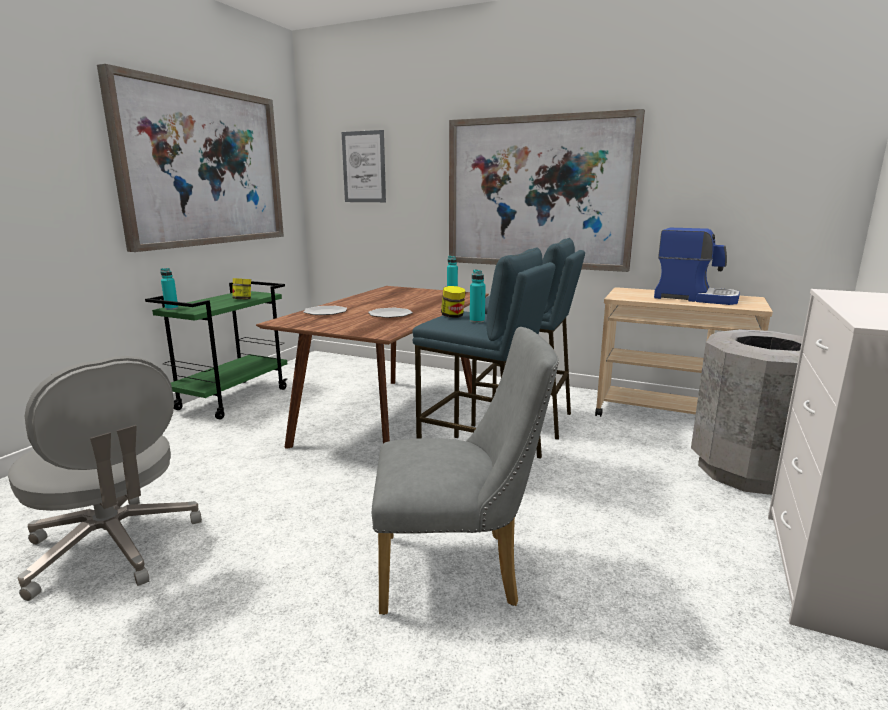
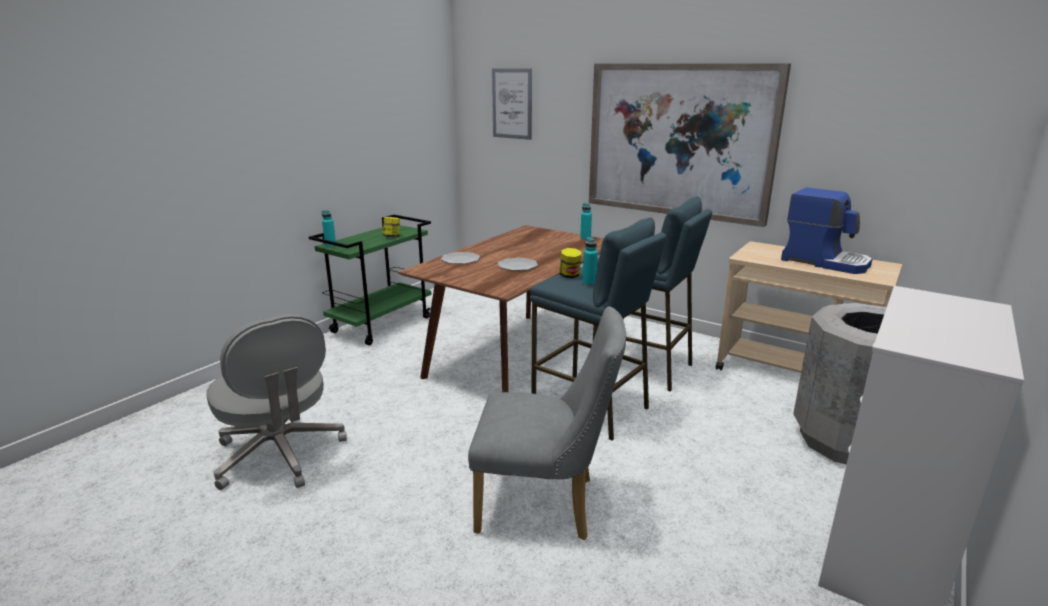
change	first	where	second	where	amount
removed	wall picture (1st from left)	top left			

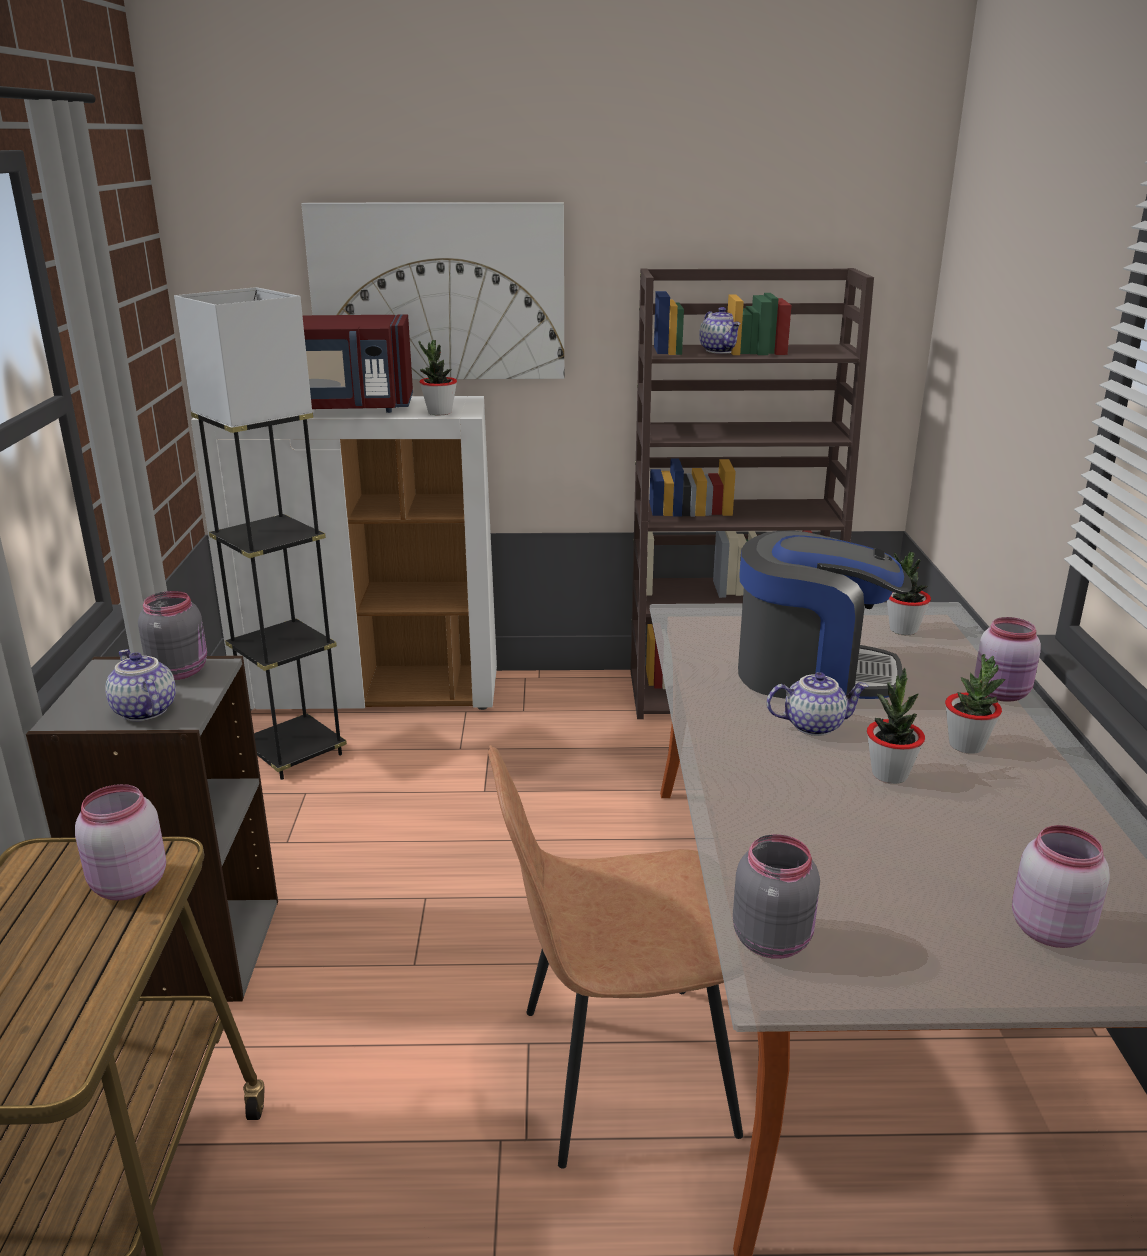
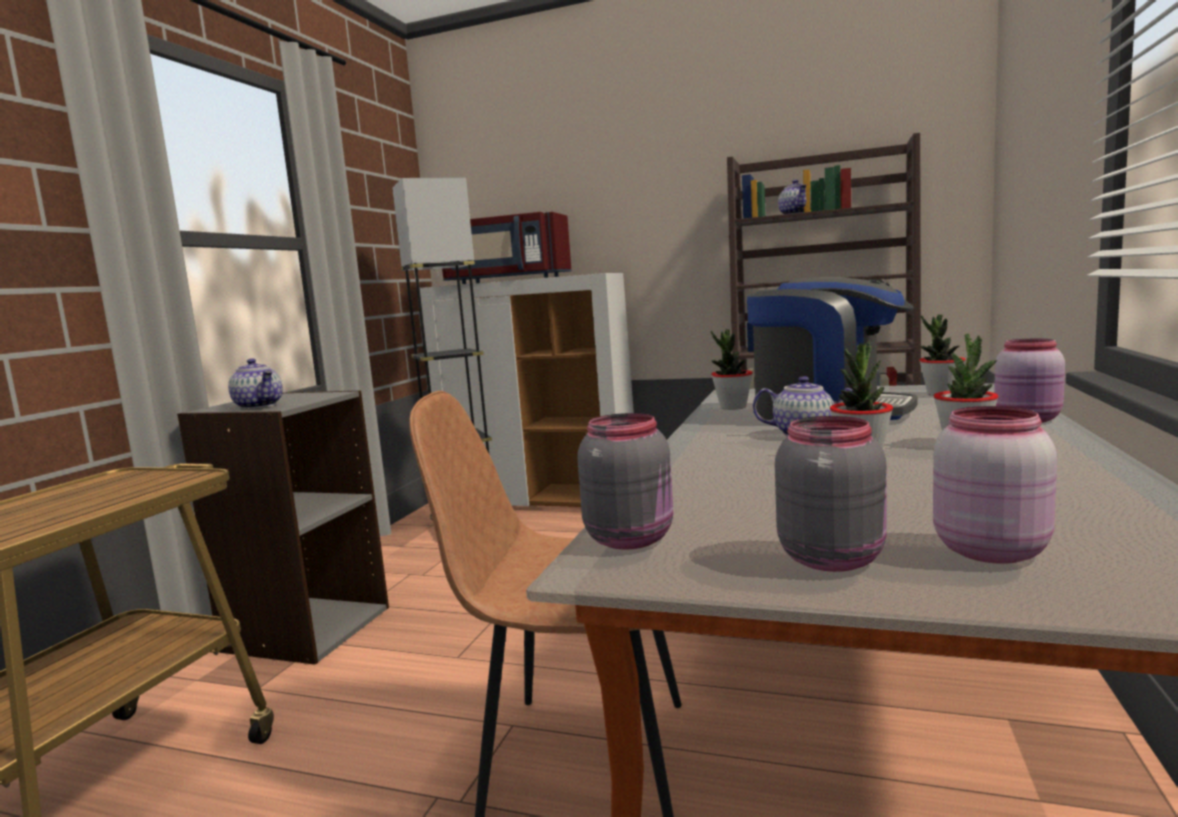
change	first	where	second	where	amount
removed	pink-coloured preserve jar (1st from left)	bottom left			
turned	pot for tea (1st from left)	middle left		middle left	150 degrees clockwise
moved	grey preserve jar (1st from left in the first image)	middle left	grey preserve jar (2nd from left)	middle right	
removed	wall picture	top centre			
moved	plant in a pot (1st from left)	top centre		centre	

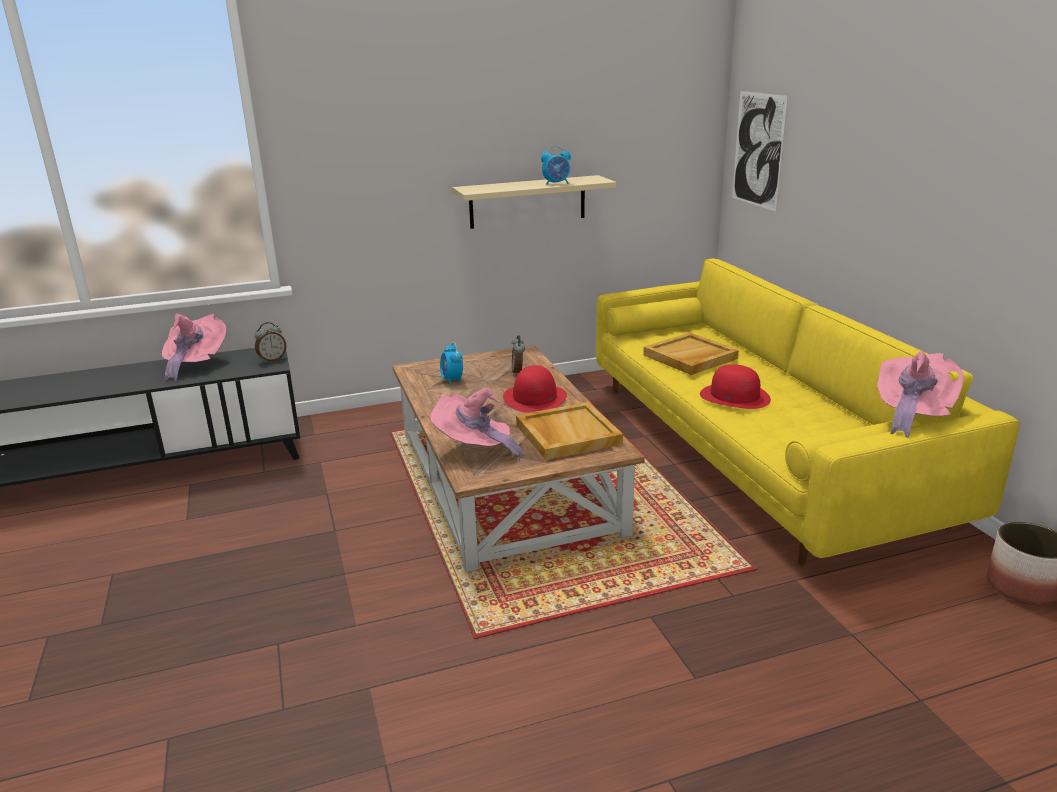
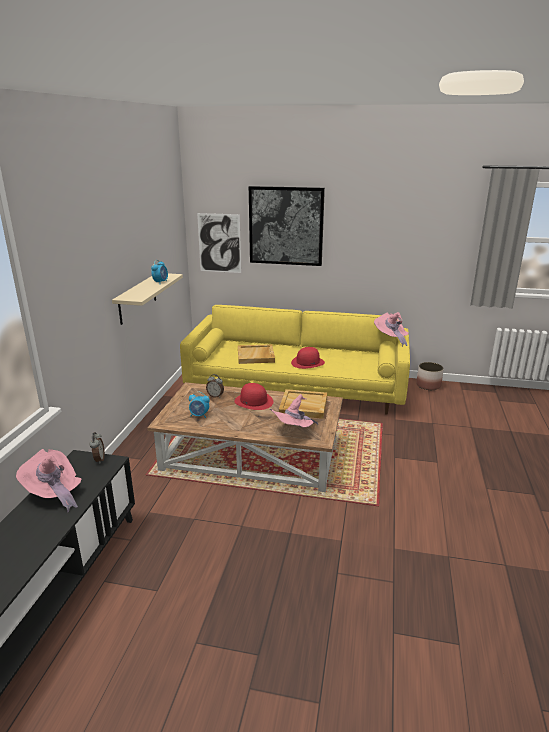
change	first	where	second	where	amount
added			wall picture (2nd from left)	top centre	

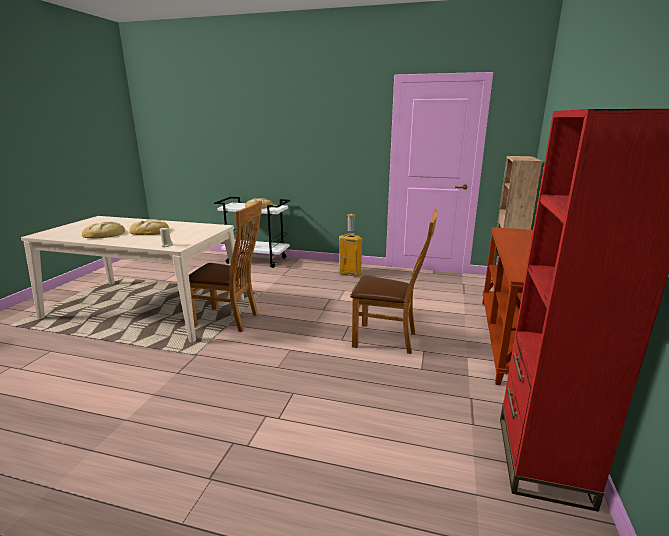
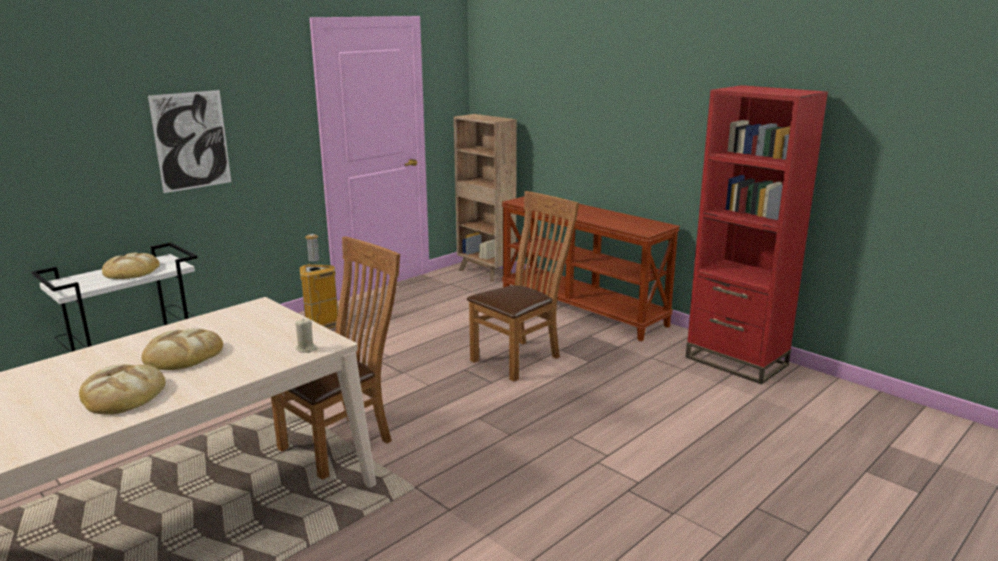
change	first	where	second	where	amount
added			wall picture	top left	

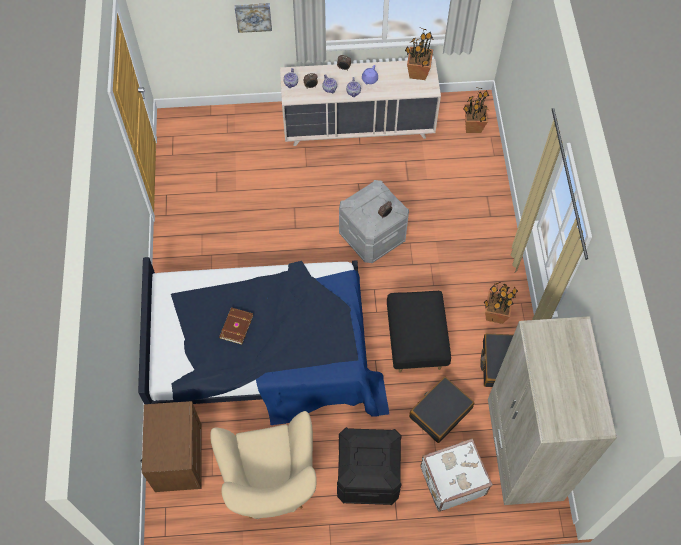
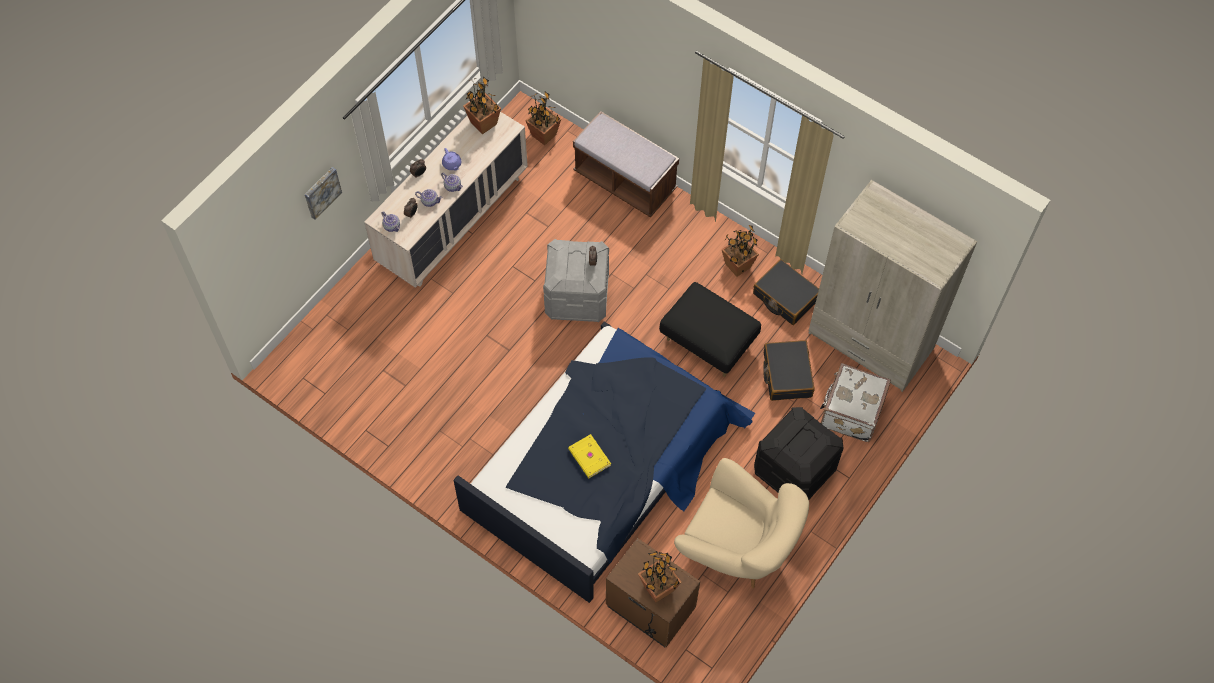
change	first	where	second	where	amount
recoloured	brown bound book	centre	yellow-coloured bound book	bottom centre	
added			brown indoor bench	top centre	
added			plant in a pot (3rd from left)	bottom centre	

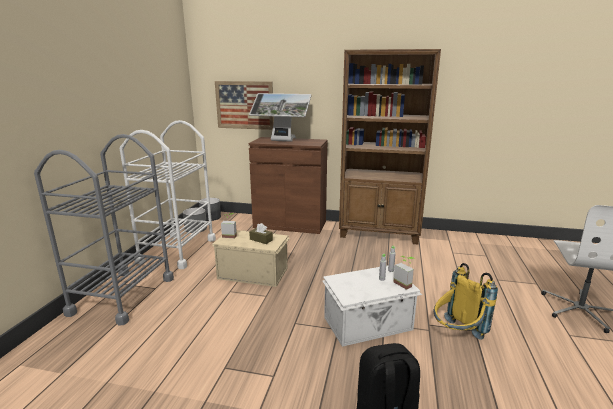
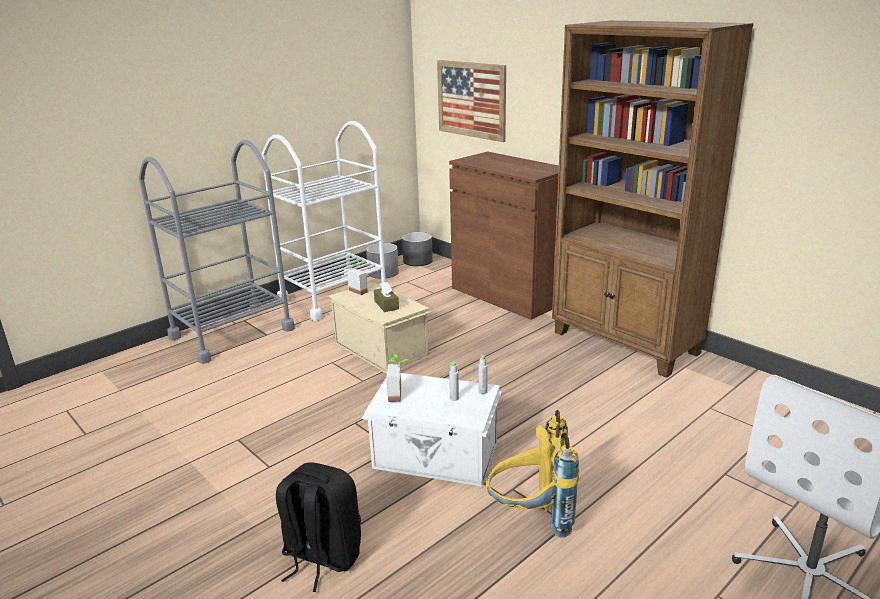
change	first	where	second	where	amount
removed	monitor	top centre			
moved	plant in a pot (2nd from left)	bottom centre		centre	

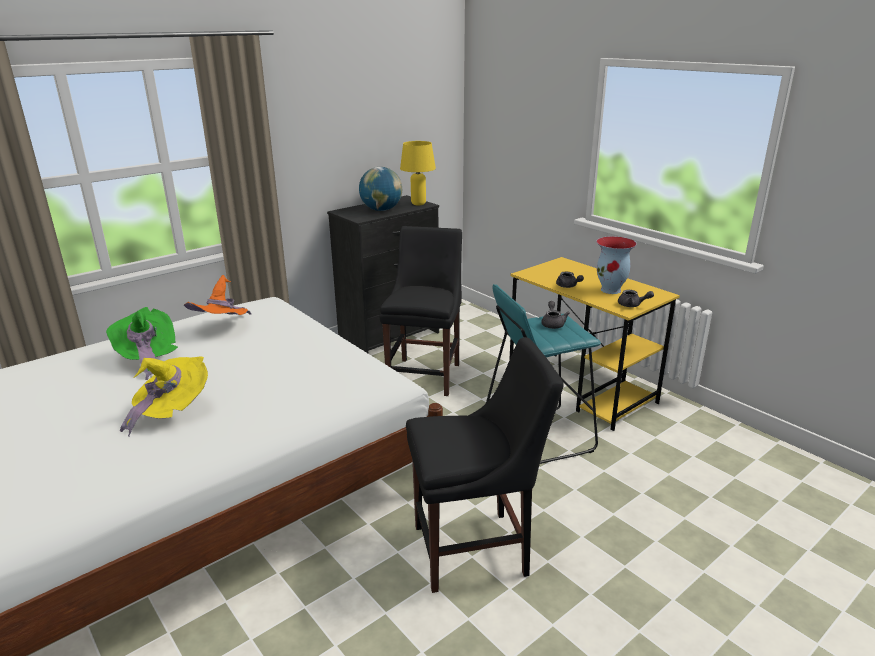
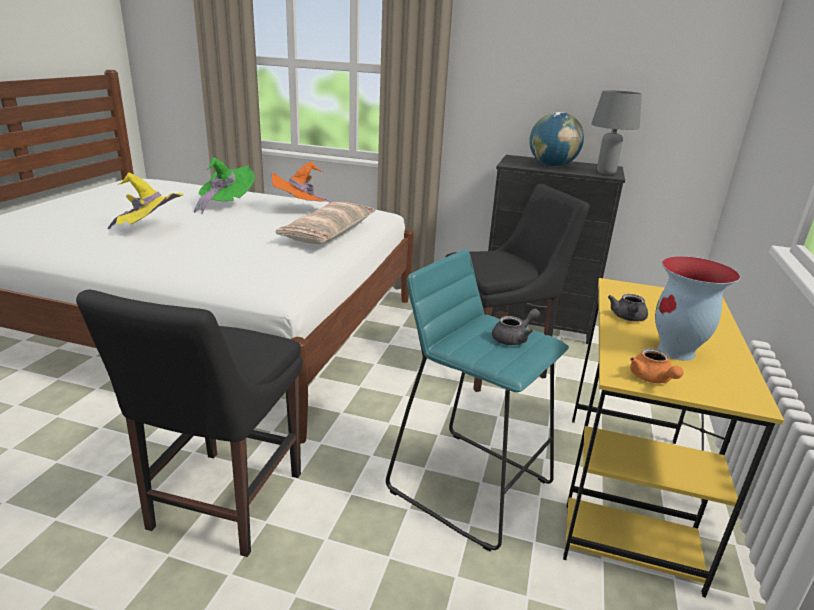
change	first	where	second	where	amount
recoloured	yellow-coloured lamp for a table	top centre	grey lamp for a table	top right	
turned	black plain chair (2nd from left in the first image)	bottom centre	black plain chair (1st from left)	bottom left	60 degrees clockwise
recoloured	grey pot for tea (3rd from left)	middle right	orange pot for tea	middle right	
added			pillow	centre	

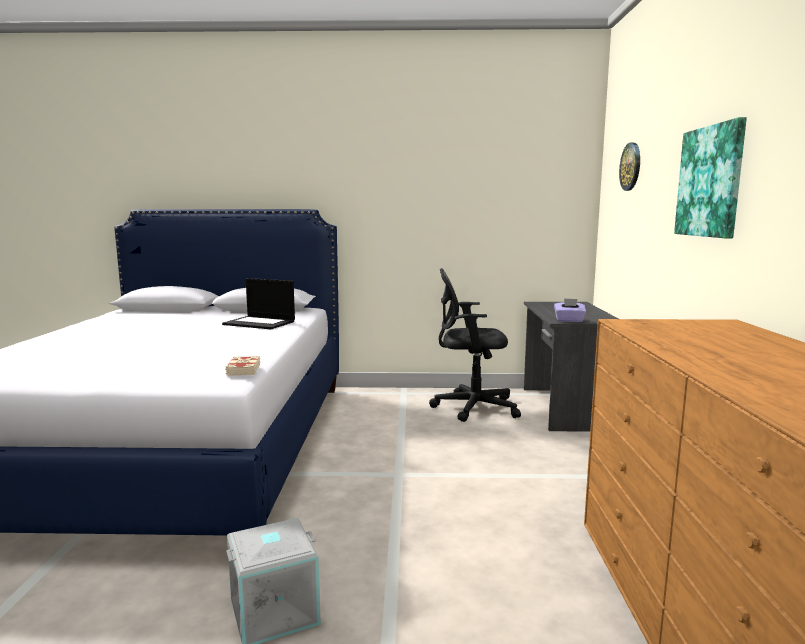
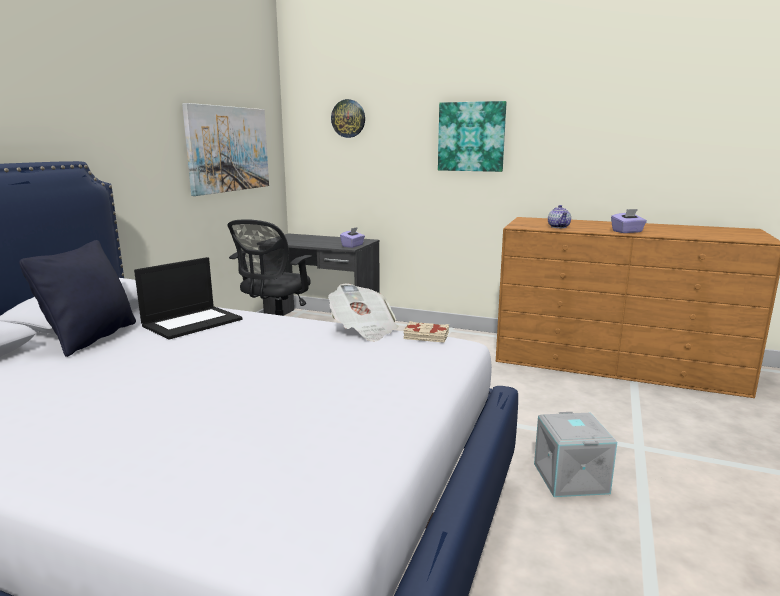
change	first	where	second	where	amount
added			black pillow	middle left	
added			wall picture (1st from left)	top left	
added			newspaper	centre	
added			pot for tea	middle right	
added			purple-coloured tissue box (2nd from left)	middle right	

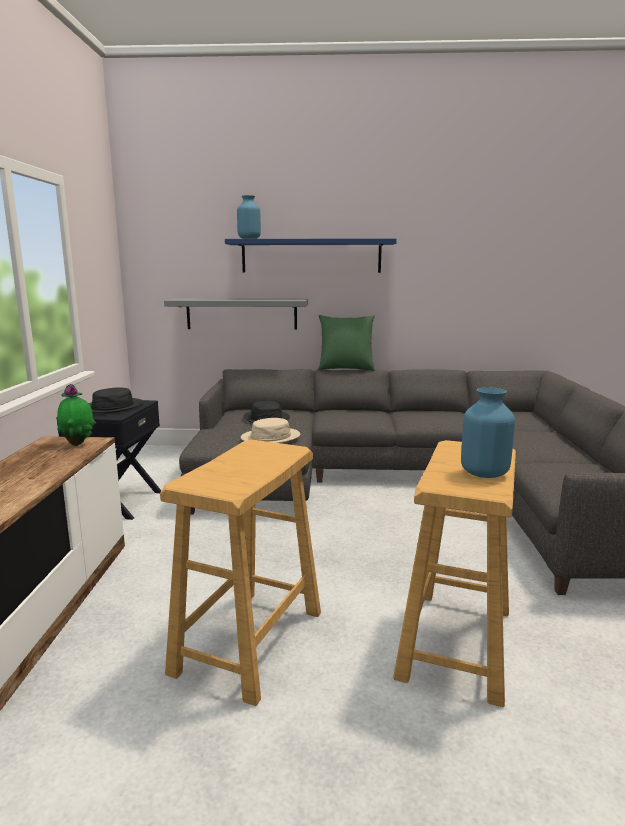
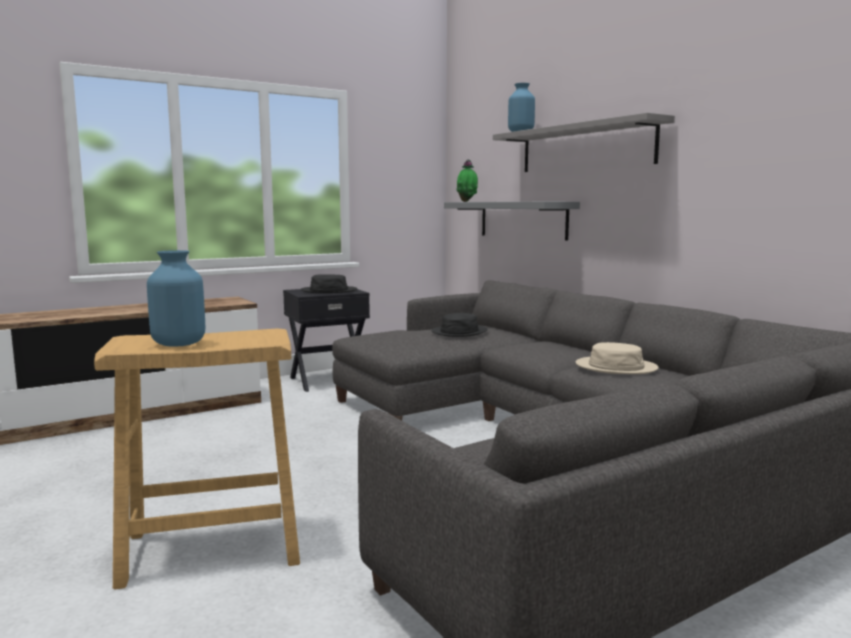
change	first	where	second	where	amount
moved	plant in a pot	middle left		top centre	
removed	beige-coloured stool seat (1st from left)	bottom centre			
recoloured	blue-coloured wall shelf	top centre	grey wall shelf (2nd from left)	top right	
moved	beige-coloured wearable hat	centre		middle right	
removed	green-coloured pillow	centre			

